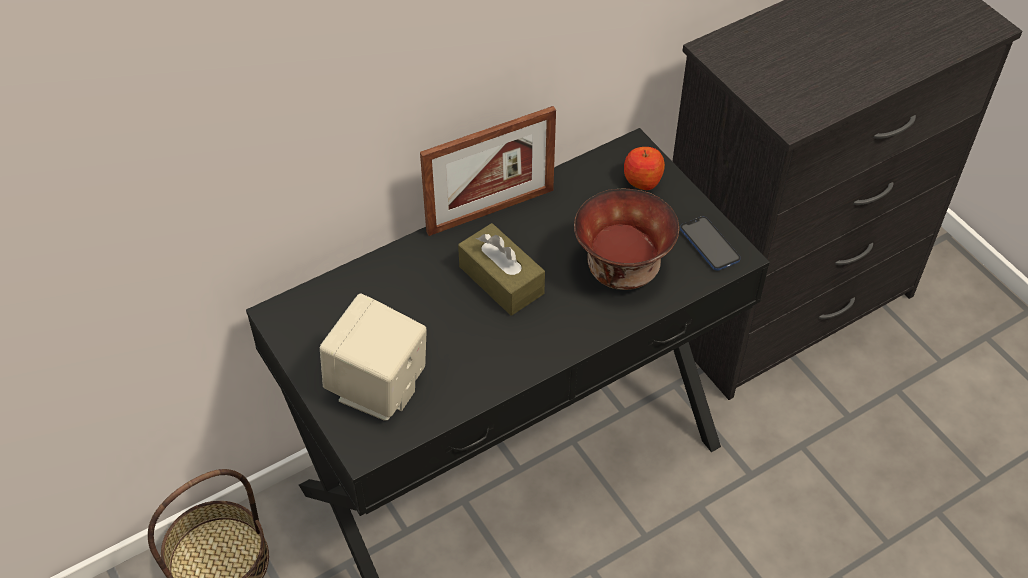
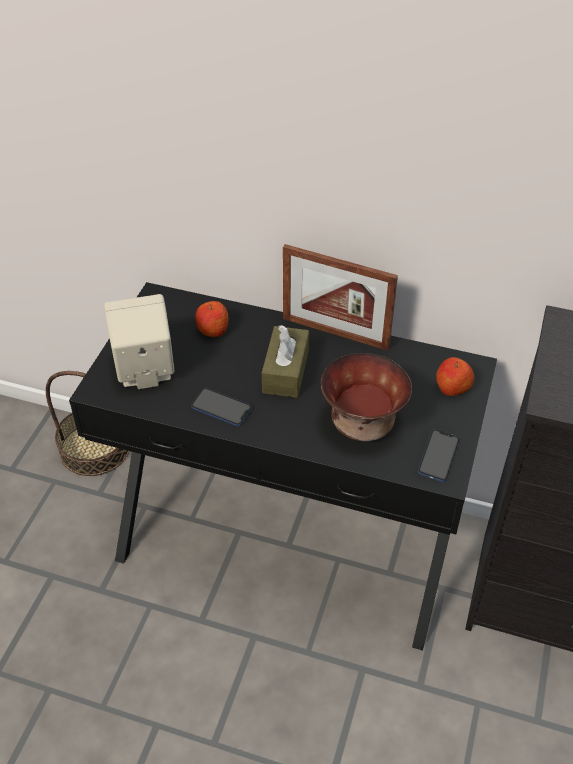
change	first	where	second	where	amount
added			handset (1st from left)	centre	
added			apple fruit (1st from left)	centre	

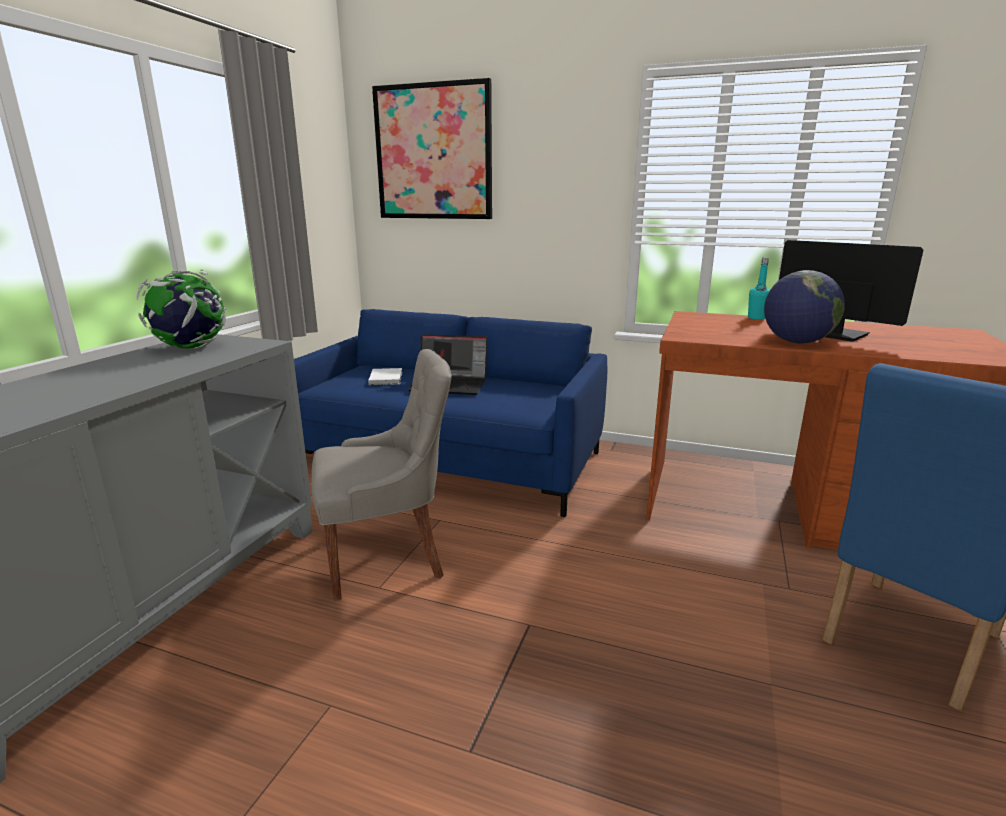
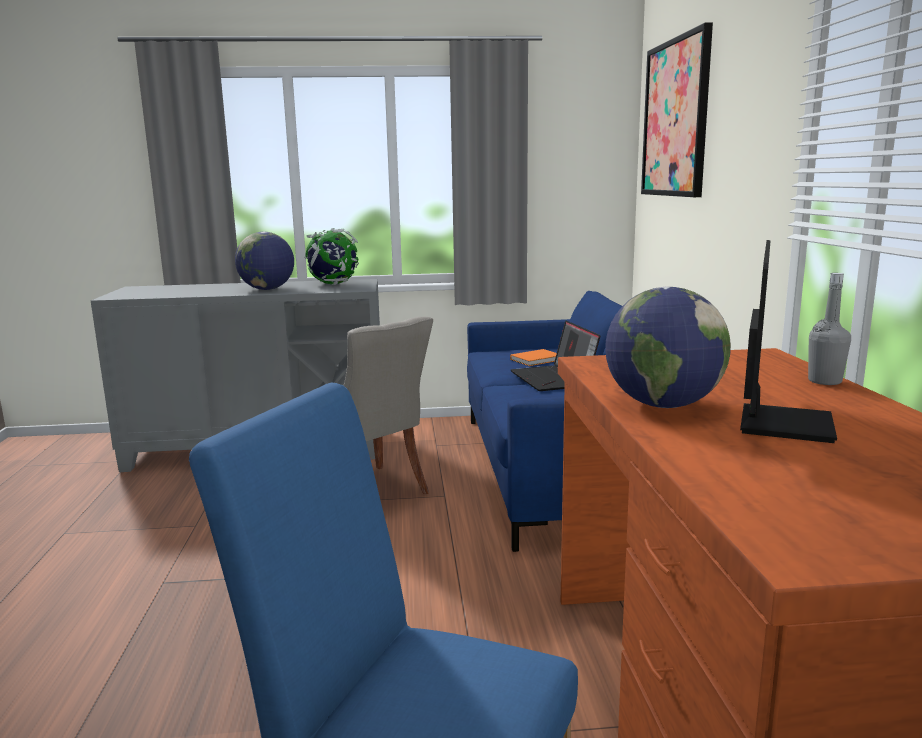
change	first	where	second	where	amount
recoloured	white bound book	centre	orange bound book	centre	
recoloured	turquoise bottle	middle right	grey bottle	middle right	
added			desk globe (1st from left)	middle left	

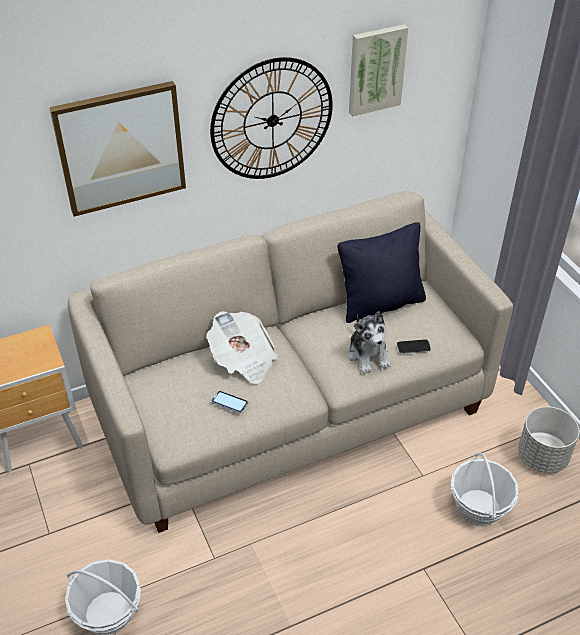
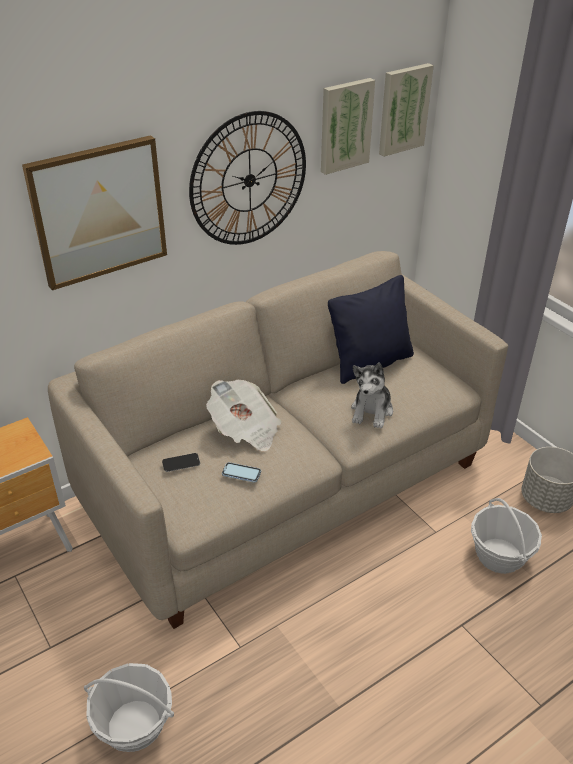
change	first	where	second	where	amount
turned	cuddly toy	centre		centre	45 degrees clockwise
moved	handset (2nd from left in the first image)	middle right	handset (1st from left)	middle left	
added			wall picture (3rd from left)	top right	

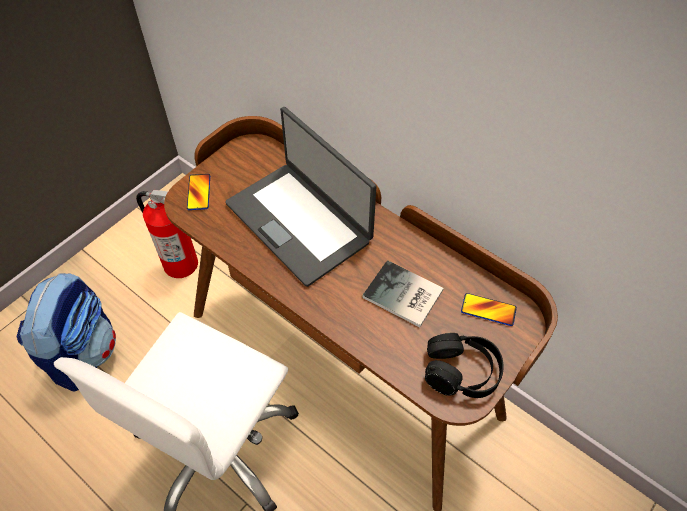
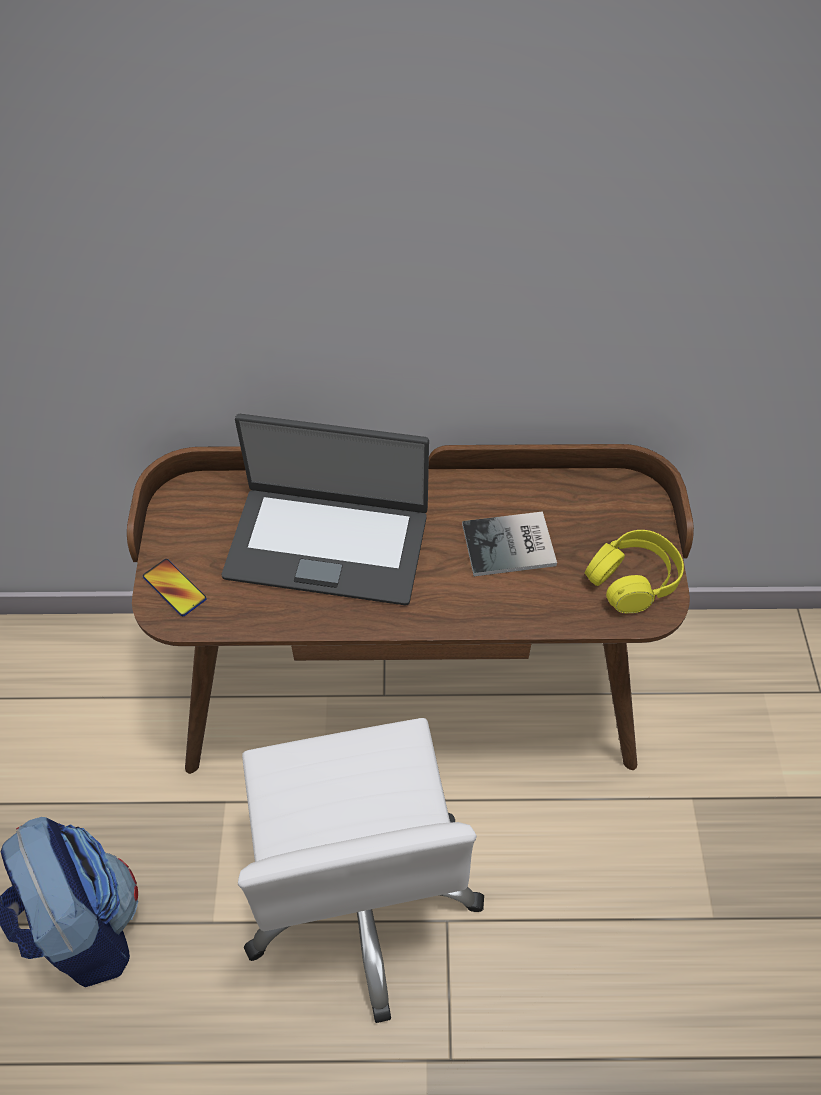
change	first	where	second	where	amount
removed	extinguisher	middle left			
recoloured	black headphones	bottom right	yellow-coloured headphones	middle right	
removed	handset (2nd from left)	middle right			

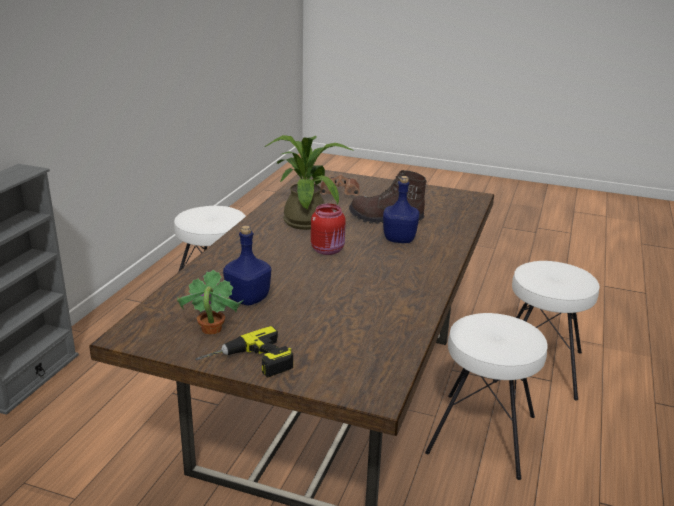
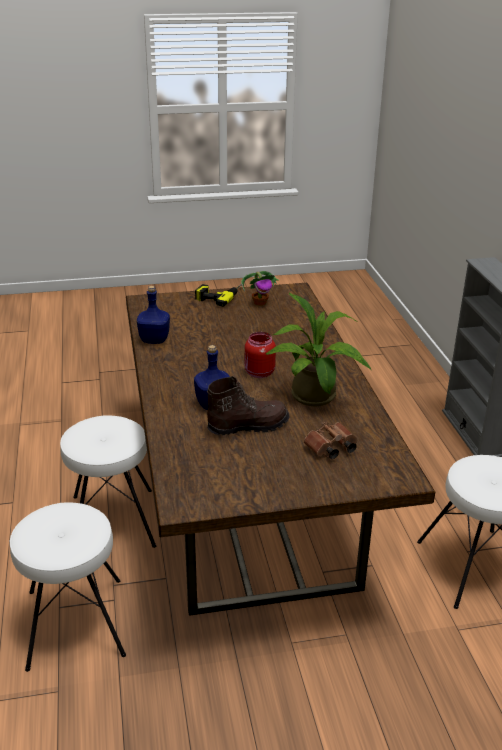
change	first	where	second	where	amount
moved	blue-coloured bottle (1st from left)	centre		middle left	

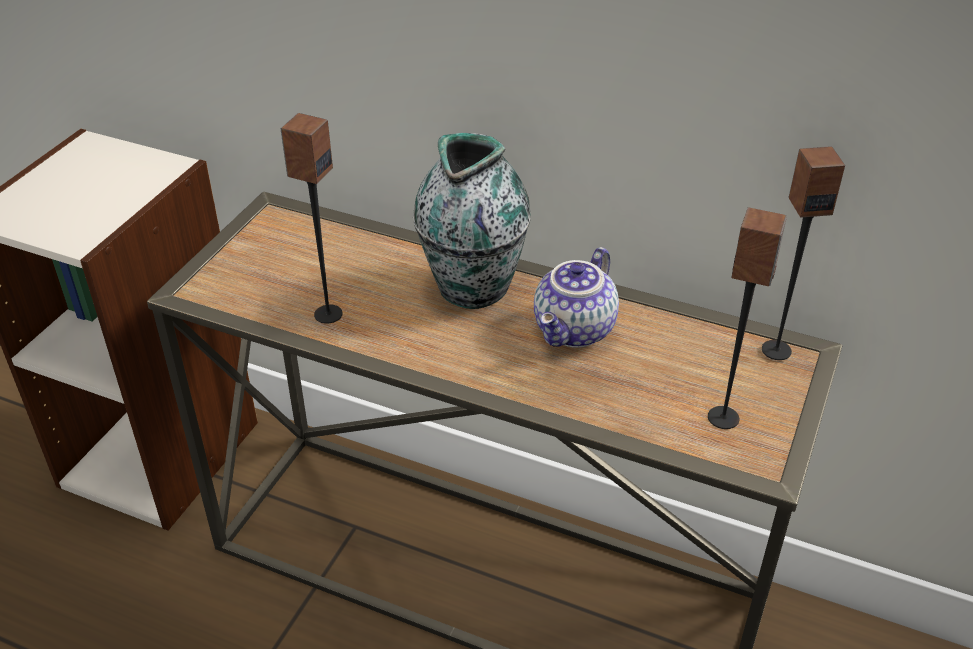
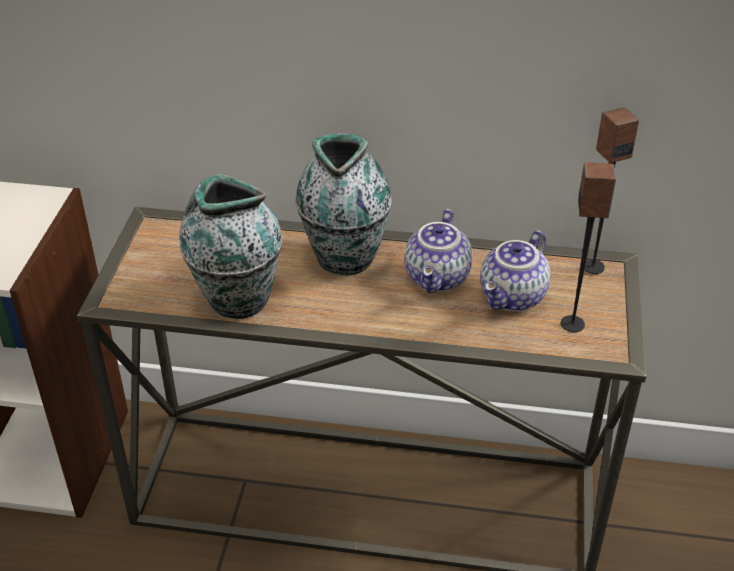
change	first	where	second	where	amount
replaced	audio speaker (1st from left)	middle left	vase (1st from left)	middle left	
added			pot for tea (2nd from left)	middle right	

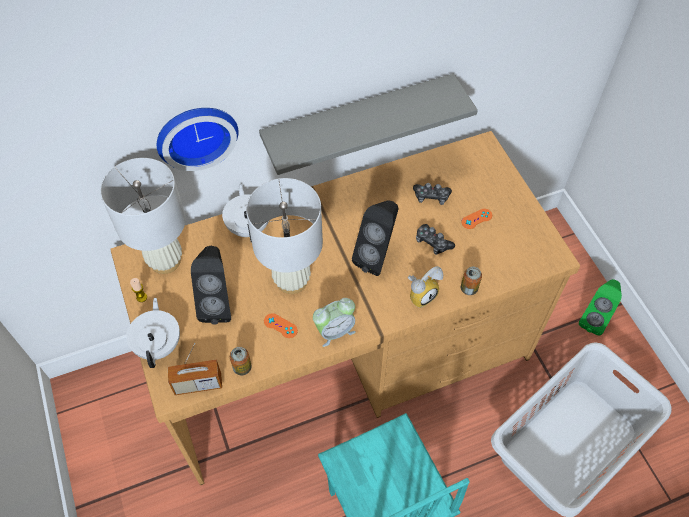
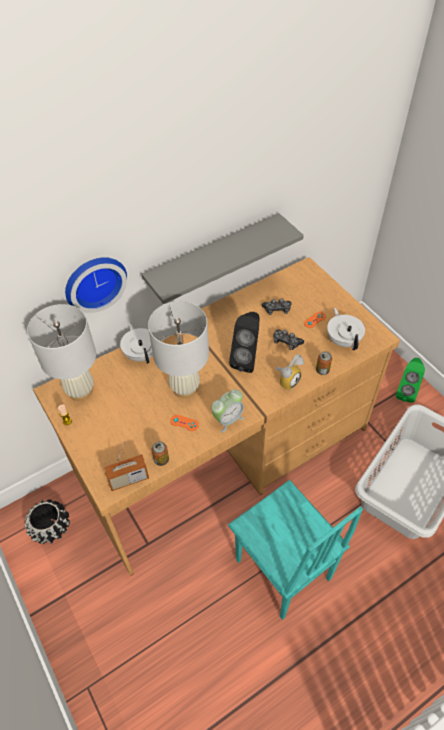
change	first	where	second	where	amount
moved	white pot for tea (1st from left in the first image)	middle left	white pot for tea (2nd from left)	middle right	
removed	black audio speaker (1st from left)	middle left			
added			black planter	bottom left	

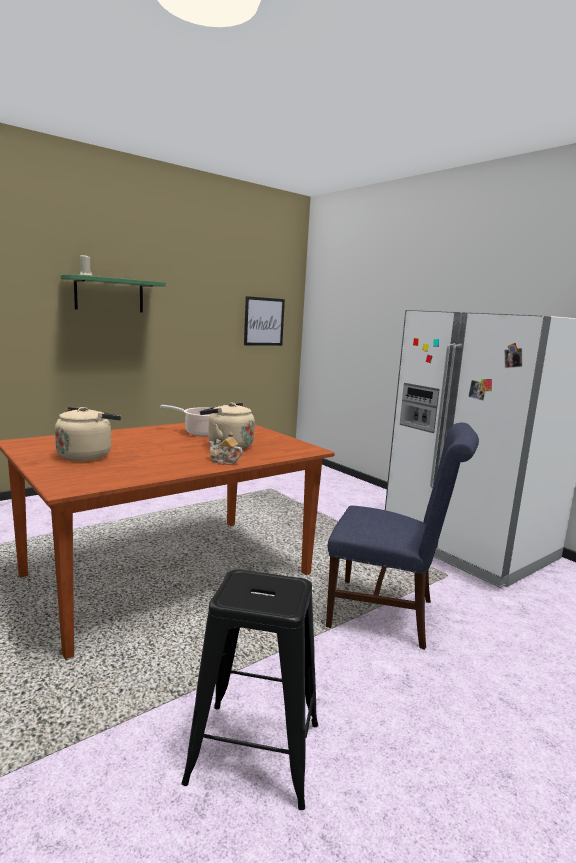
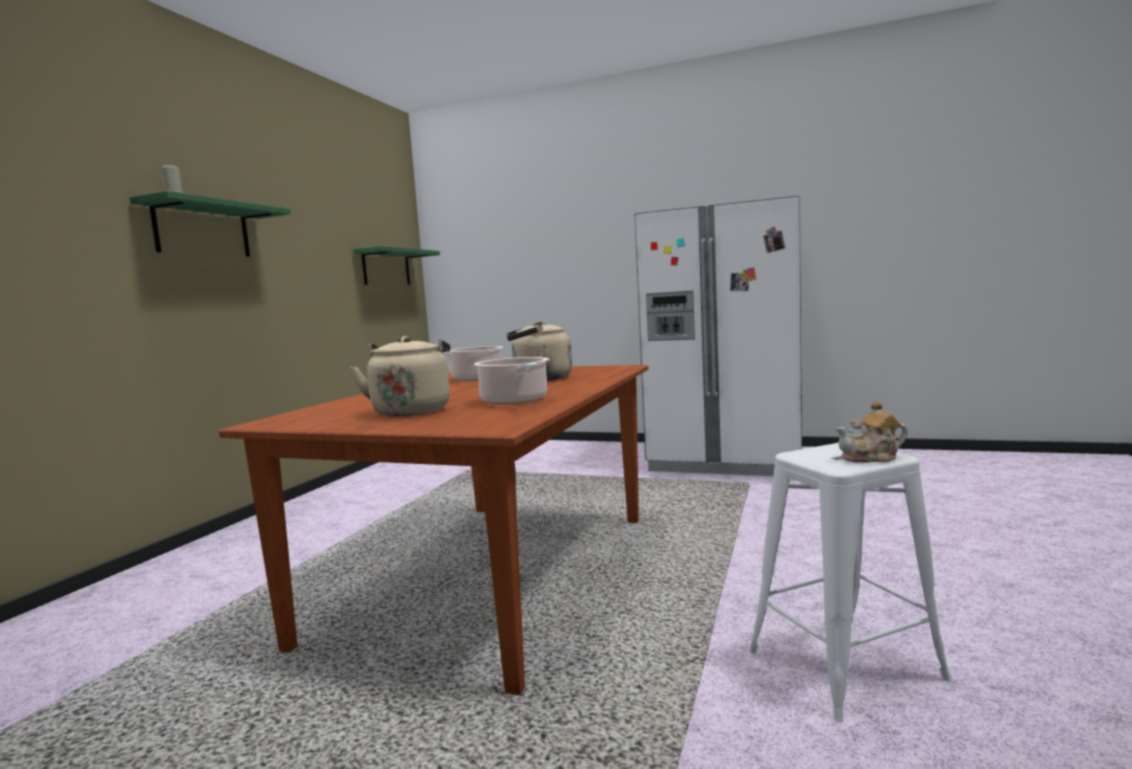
change	first	where	second	where	amount
recoloured	black stool seat	bottom centre	white stool seat	bottom right	
moved	pot for tea	centre		middle right	
replaced	wall picture	centre	green-coloured wall shelf (2nd from left)	centre	
removed	blue-coloured plain chair	middle right			
added			saucepot (2nd from left)	centre	

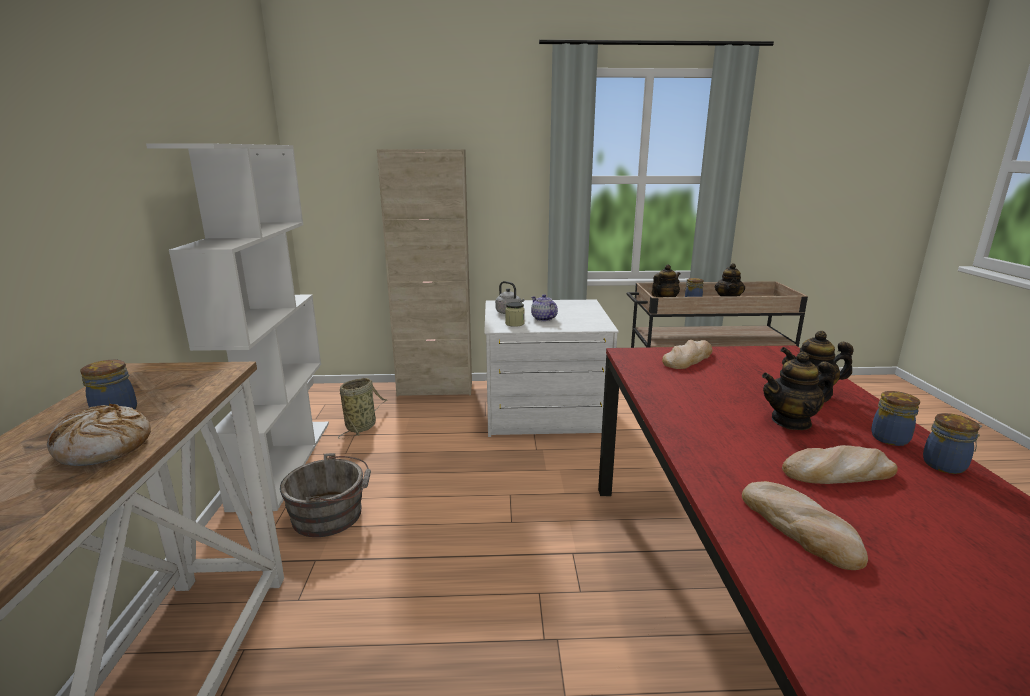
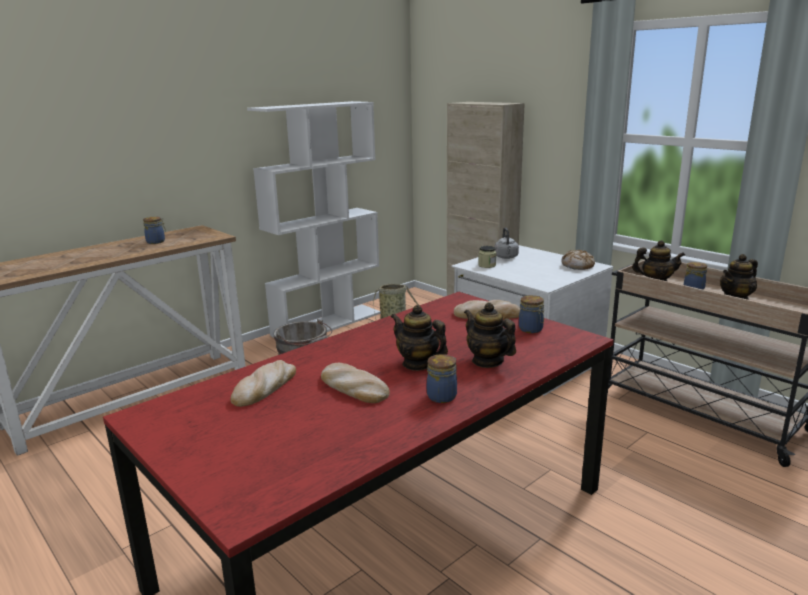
change	first	where	second	where	amount
moved	bakery bread (1st from left in the first image)	middle left	bakery bread (4th from left)	middle right	
removed	pot for tea (1st from left)	centre			
moved	preserve jar (5th from left in the first image)	middle right	preserve jar (4th from left)	centre	

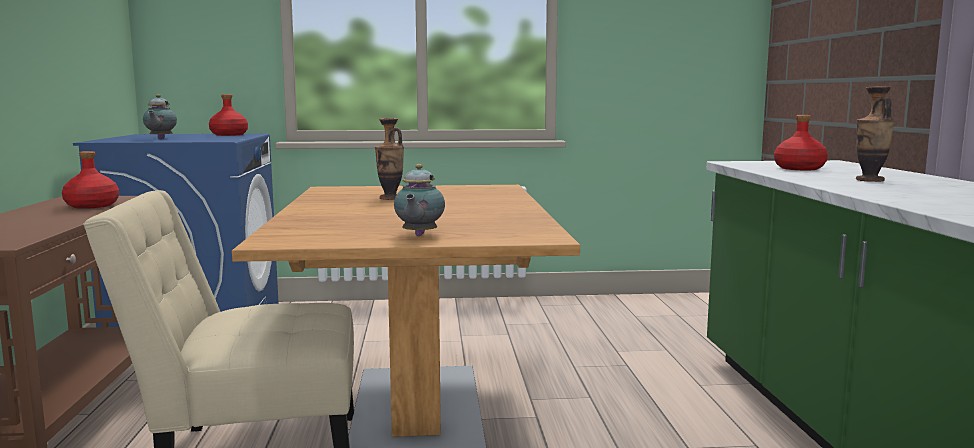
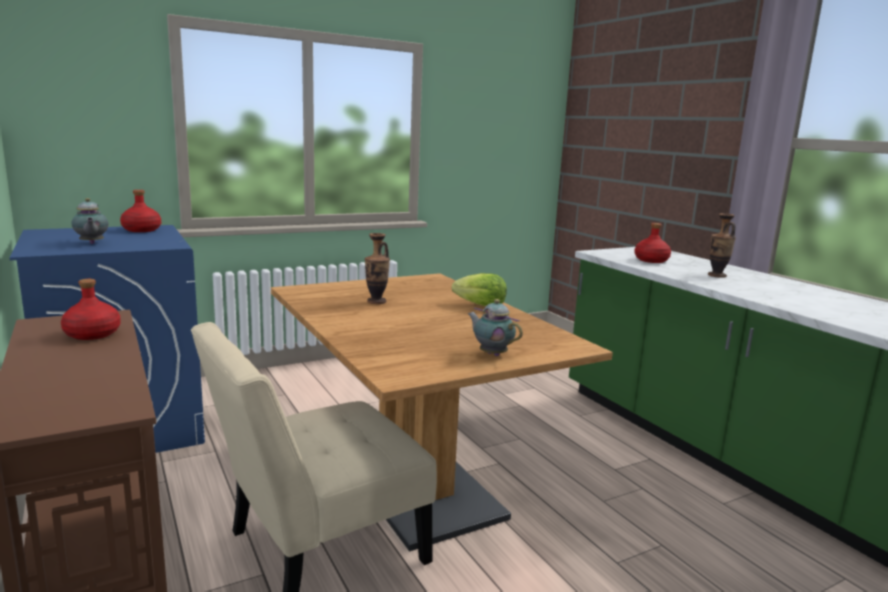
change	first	where	second	where	amount
turned	pot for tea (2nd from left)	centre		centre	150 degrees clockwise
added			lettuce	centre	

